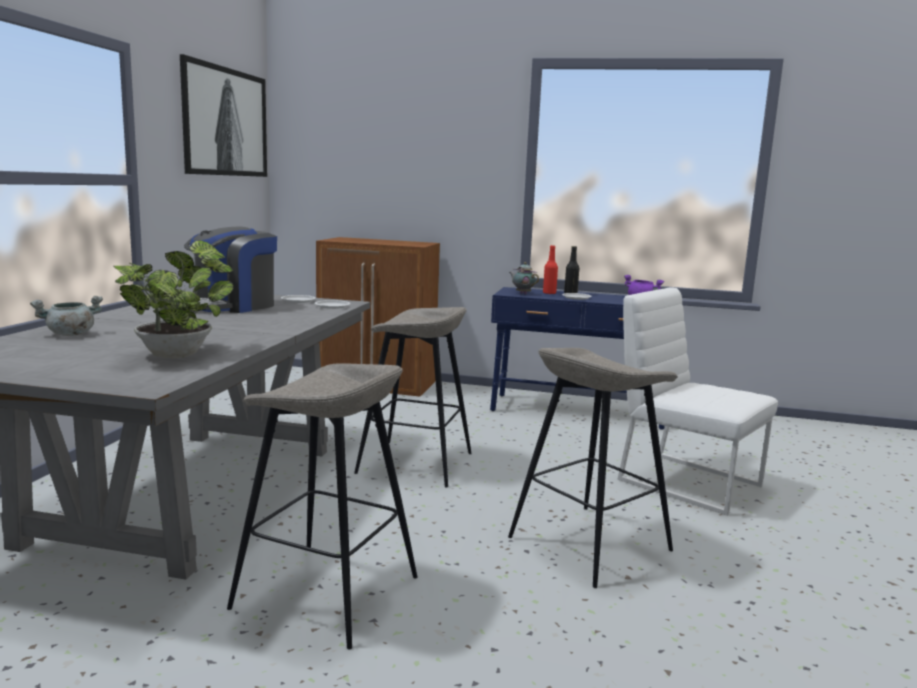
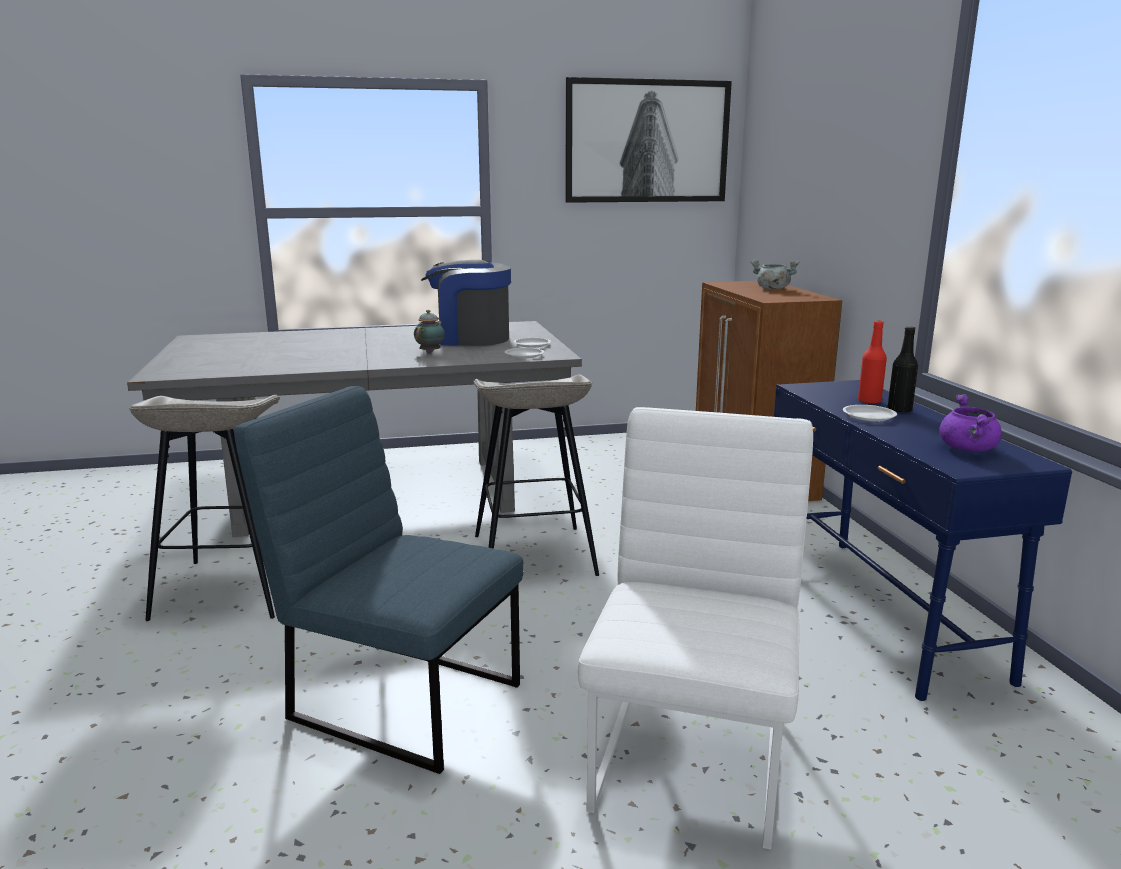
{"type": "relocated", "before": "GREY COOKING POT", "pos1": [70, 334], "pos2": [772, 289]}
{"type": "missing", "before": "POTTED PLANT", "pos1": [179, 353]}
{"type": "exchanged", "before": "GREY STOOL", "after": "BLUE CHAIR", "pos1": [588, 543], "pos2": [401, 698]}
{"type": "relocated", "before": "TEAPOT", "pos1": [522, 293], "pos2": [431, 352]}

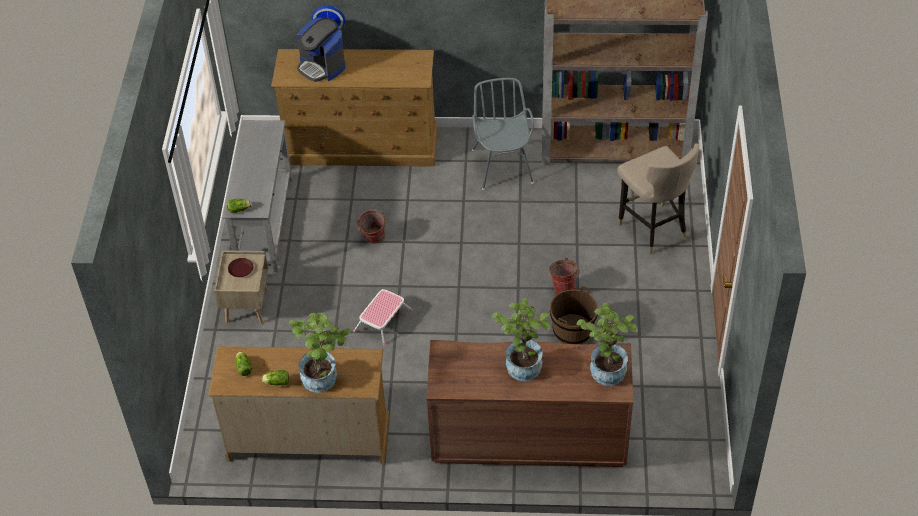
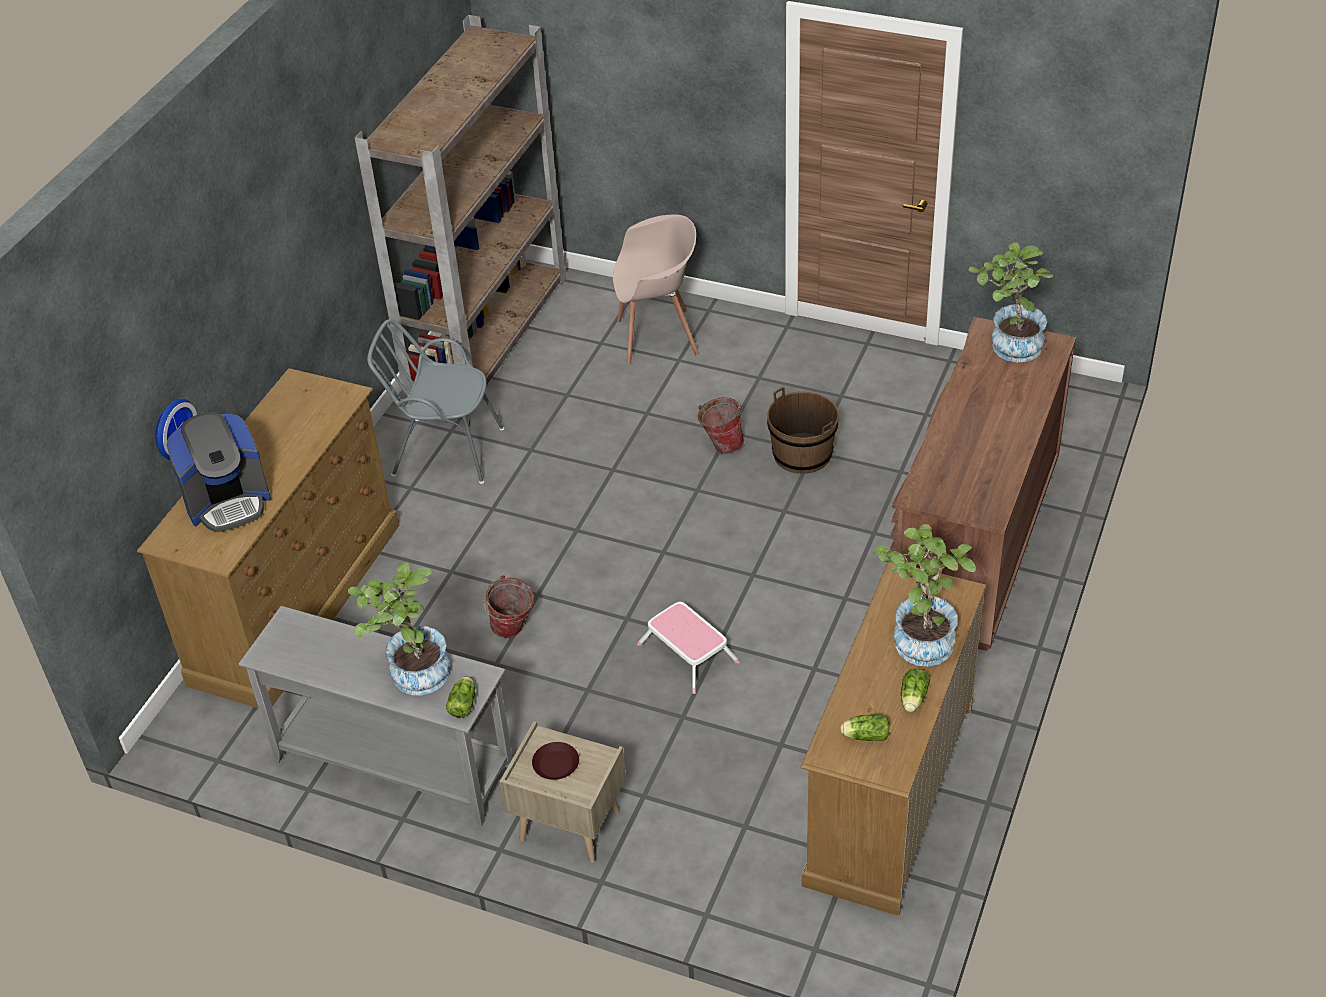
{"type": "relocated", "before": "POTTED PLANT", "pos1": [522, 363], "pos2": [411, 673]}
{"type": "exchanged", "before": "BEIGE STOOL", "after": "BEIGE CHAIR", "pos1": [653, 228], "pos2": [659, 337]}

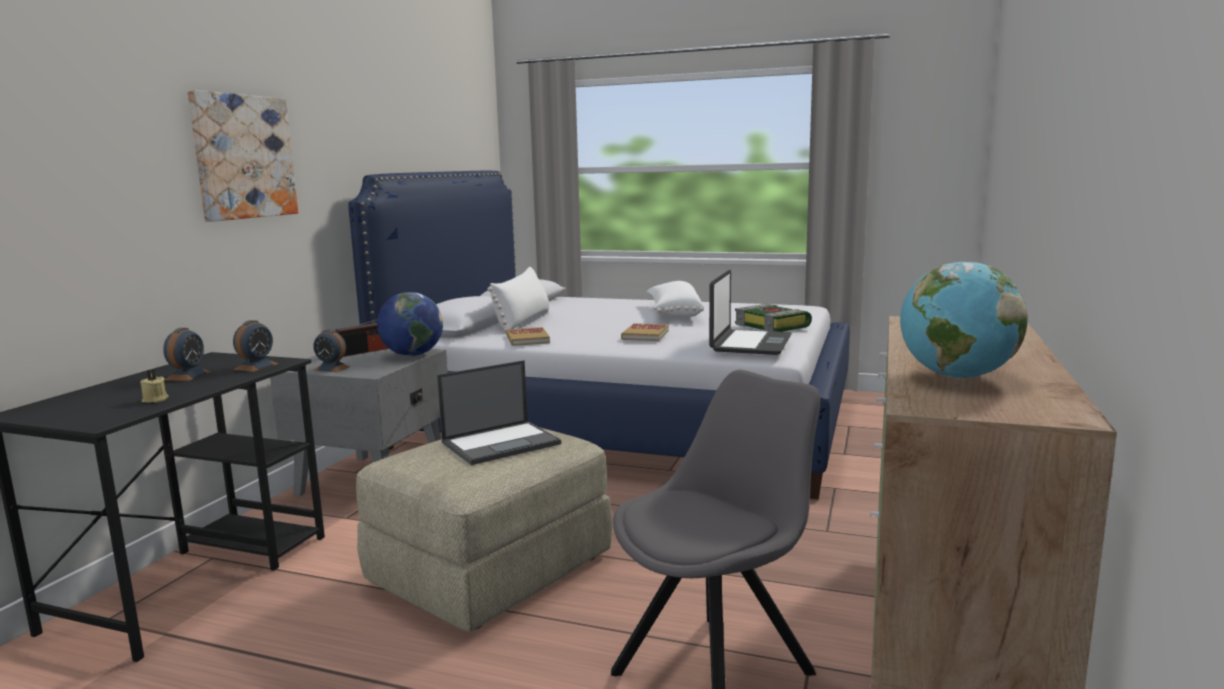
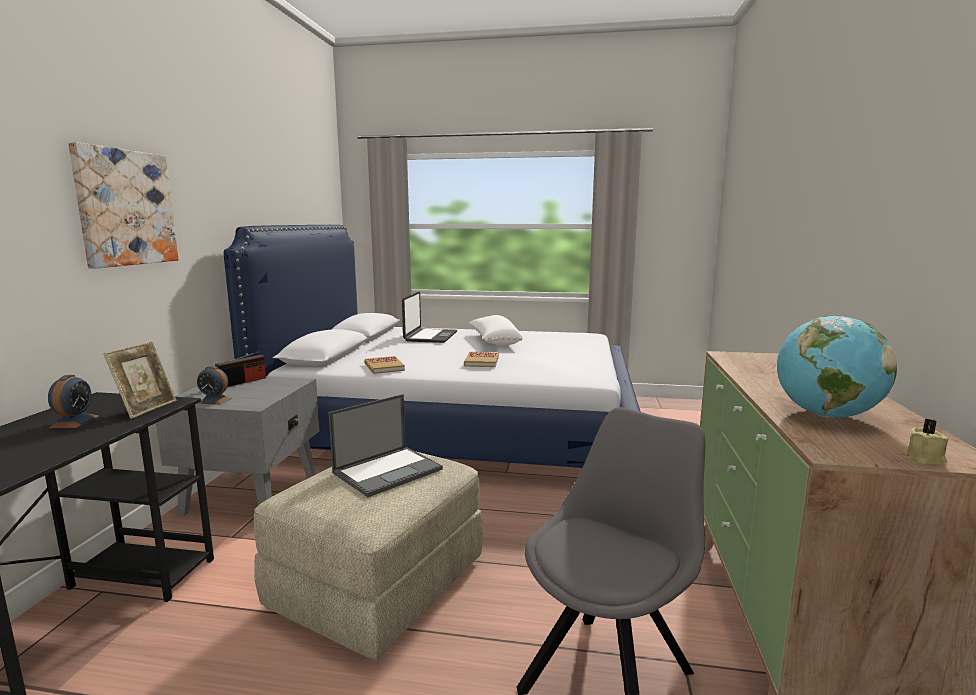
{"type": "relocated", "before": "BEIGE CANDLE", "pos1": [155, 400], "pos2": [926, 459]}
{"type": "exchanged", "before": "ALARM CLOCK", "after": "PICTURE FRAME", "pos1": [256, 366], "pos2": [146, 408]}
{"type": "missing", "before": "GLOBE", "pos1": [412, 355]}
{"type": "missing", "before": "WHITE PILLOW", "pos1": [523, 321]}
{"type": "relocated", "before": "LAPTOP", "pos1": [750, 344], "pos2": [430, 336]}
{"type": "missing", "before": "BOOK", "pos1": [773, 326]}

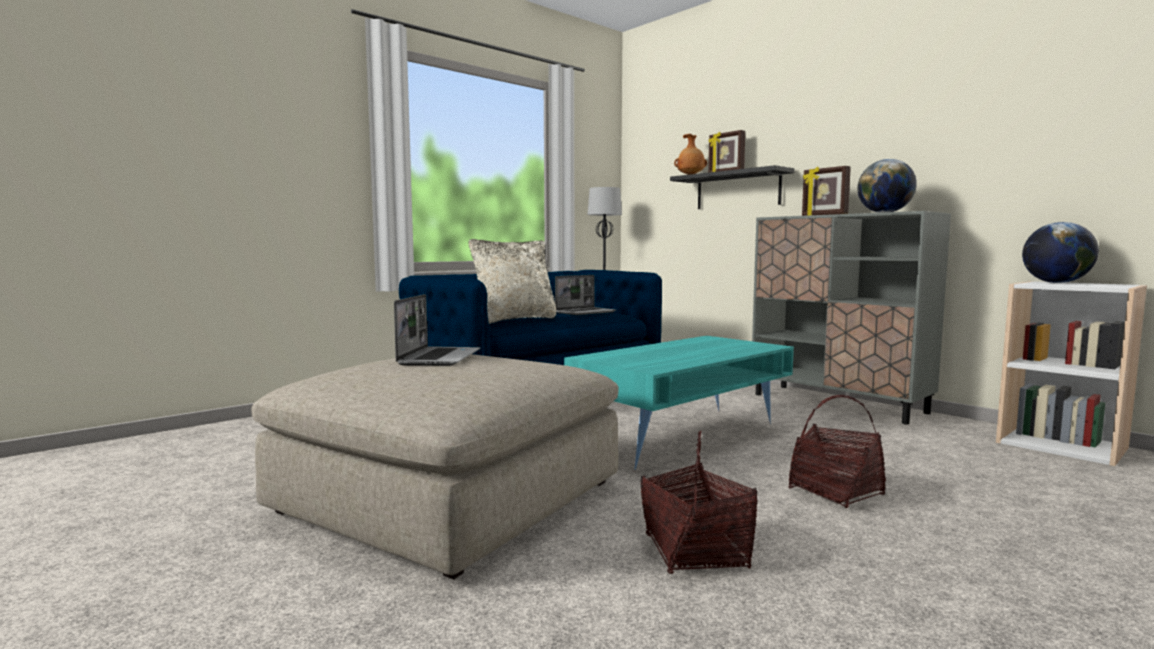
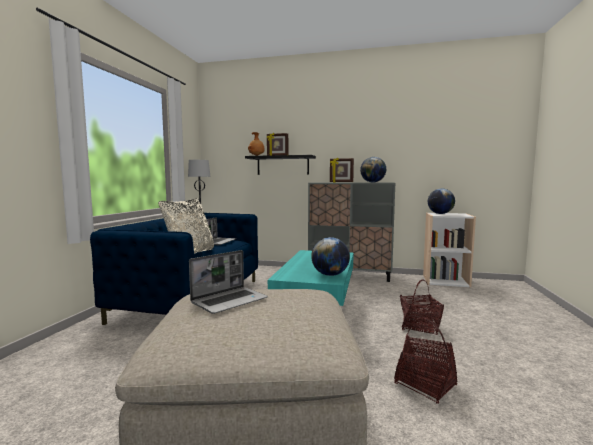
{"type": "spun", "before": "LAPTOP", "pos1": [439, 358], "pos2": [230, 301], "turn": 75}
{"type": "appeared", "after": "GLOBE", "pos2": [330, 275]}

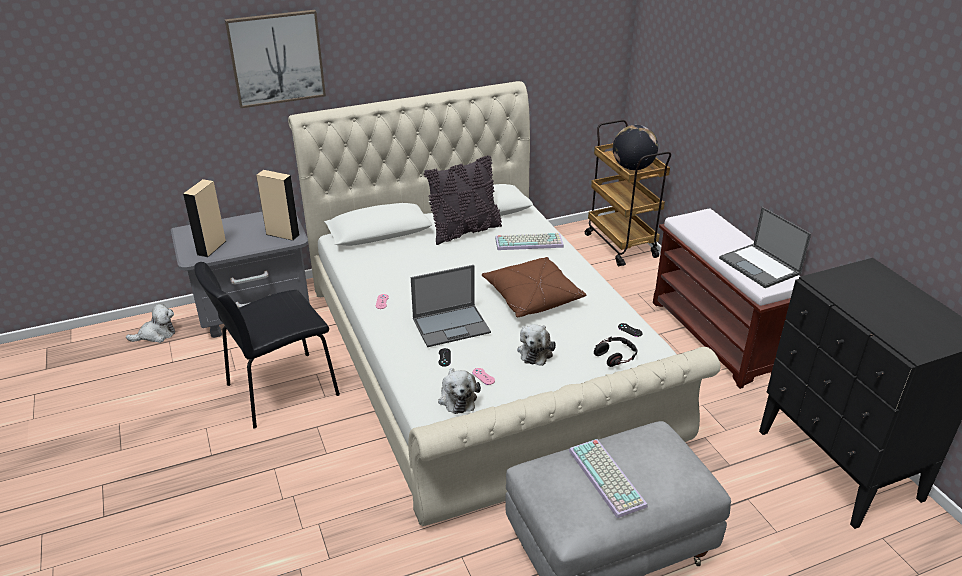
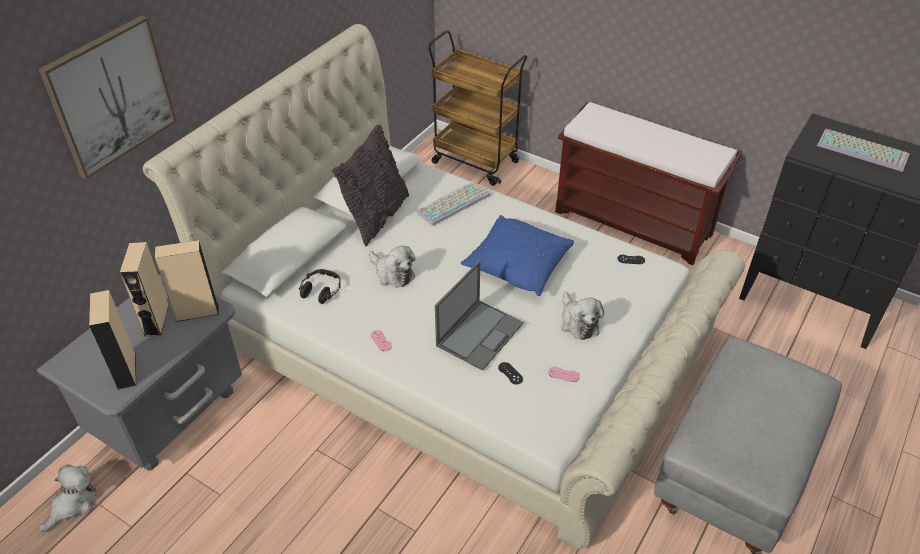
{"type": "missing", "before": "BLACK CHAIR", "pos1": [278, 391]}
{"type": "relocated", "before": "PLUSH TOY", "pos1": [457, 397], "pos2": [393, 273]}
{"type": "colour", "before": "BROWN PILLOW", "after": "BLUE PILLOW", "pos1": [532, 297], "pos2": [517, 265]}
{"type": "relocated", "before": "KEYBOARD", "pos1": [608, 478], "pos2": [863, 150]}
{"type": "relocated", "before": "HEADPHONES", "pos1": [615, 355], "pos2": [321, 289]}
{"type": "missing", "before": "GLOBE", "pos1": [632, 167]}
{"type": "missing", "before": "LAPTOP", "pos1": [760, 266]}
{"type": "appeared", "after": "BEIGE SPEAKER", "pos2": [156, 320]}

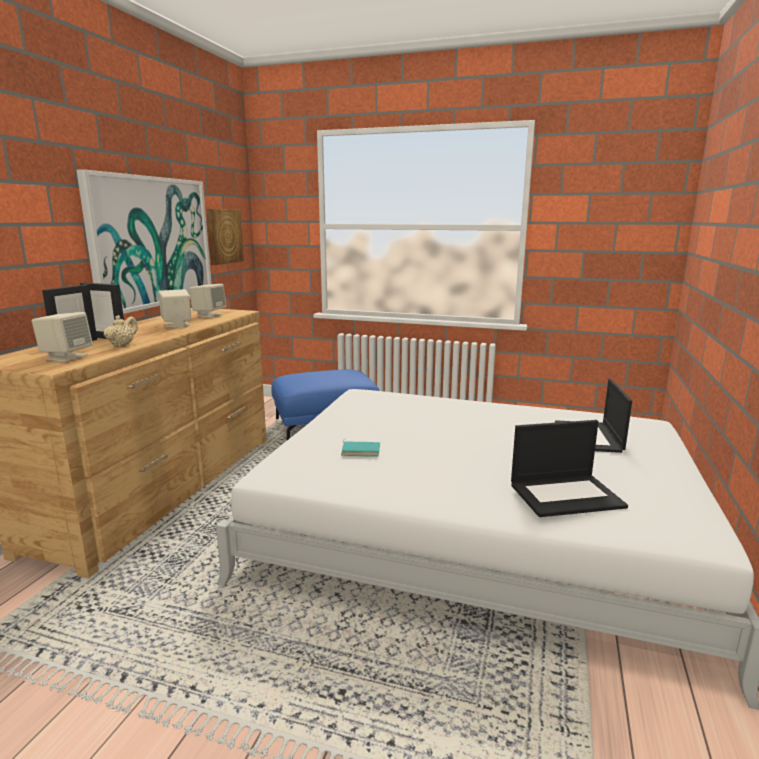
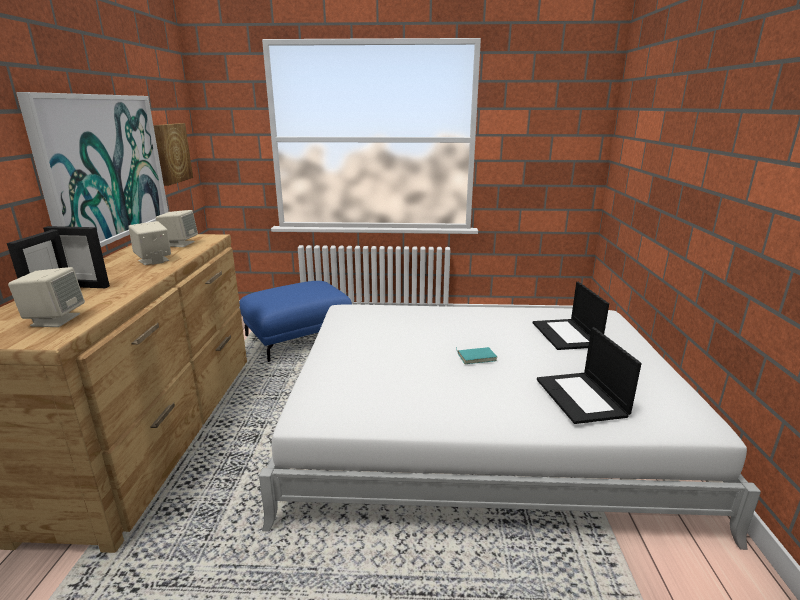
{"type": "missing", "before": "BEIGE TEAPOT", "pos1": [122, 345]}
{"type": "relocated", "before": "TURQUOISE BOOK", "pos1": [361, 450], "pos2": [476, 357]}
{"type": "spun", "before": "LAPTOP", "pos1": [566, 495], "pos2": [582, 398], "turn": 105}

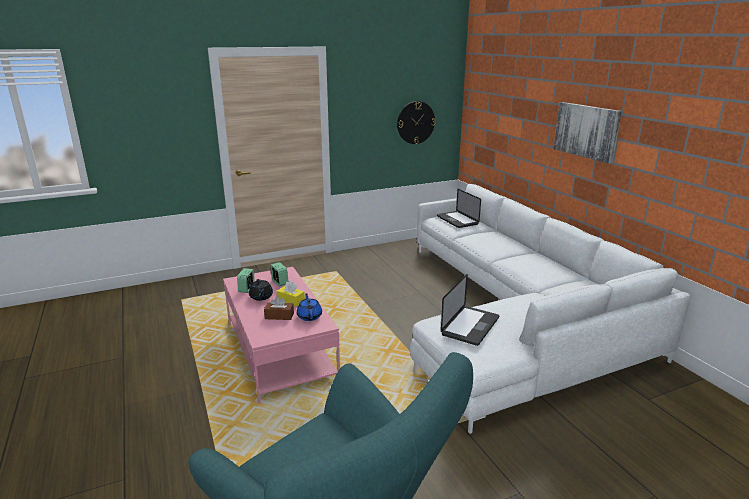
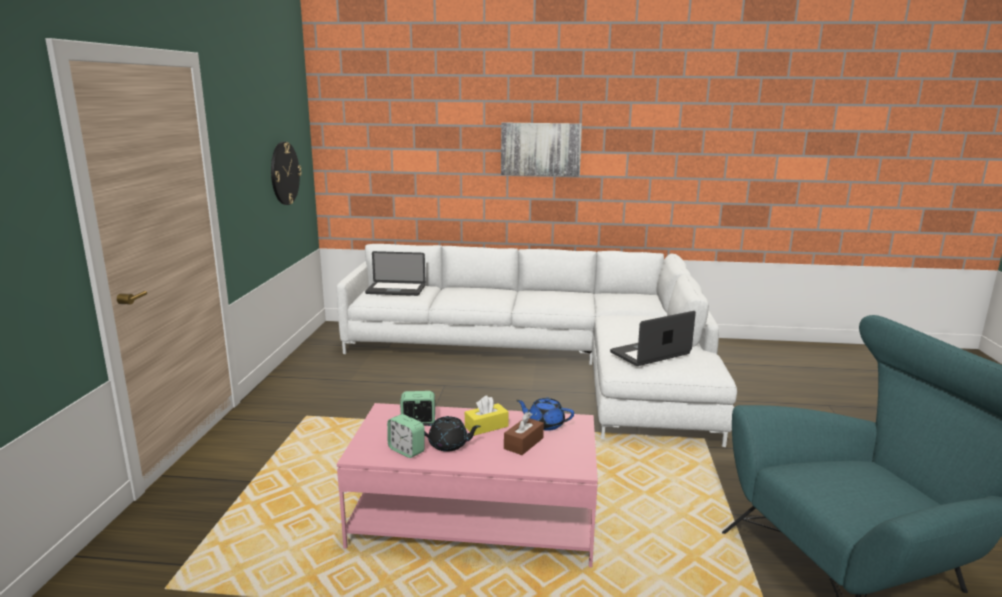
{"type": "spun", "before": "LAPTOP", "pos1": [470, 326], "pos2": [650, 353], "turn": -90}

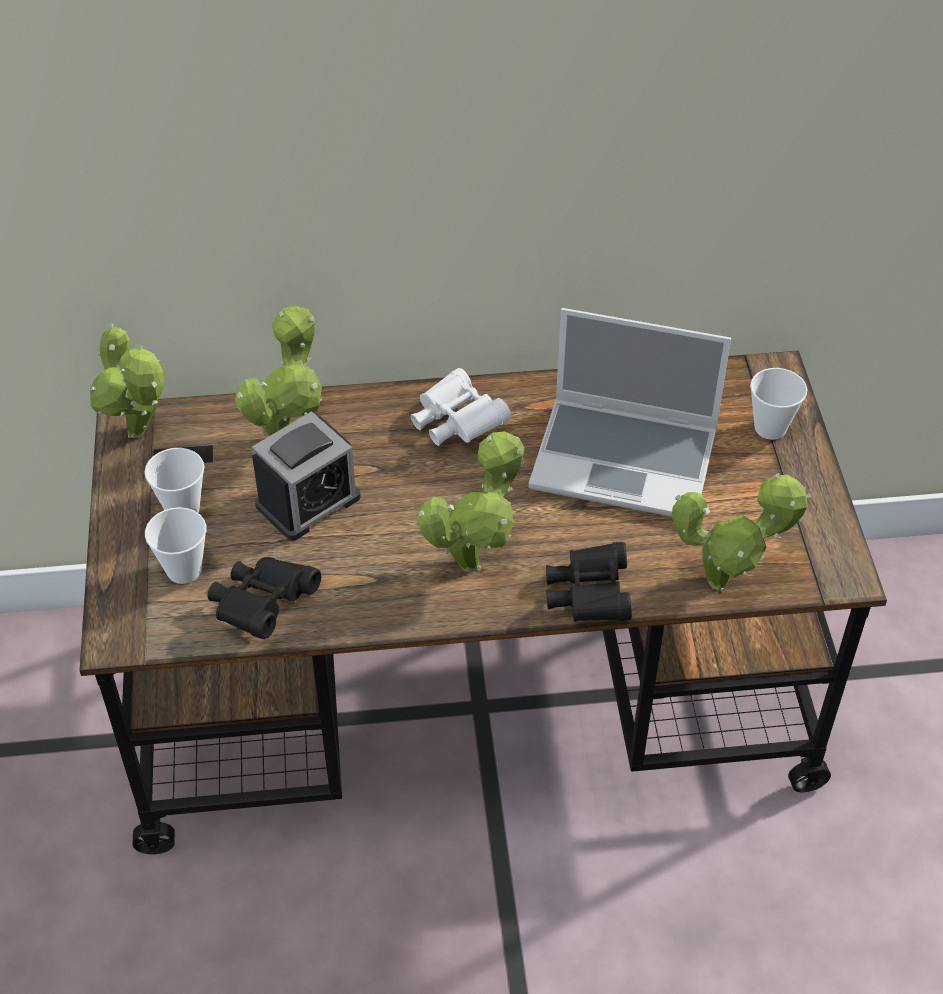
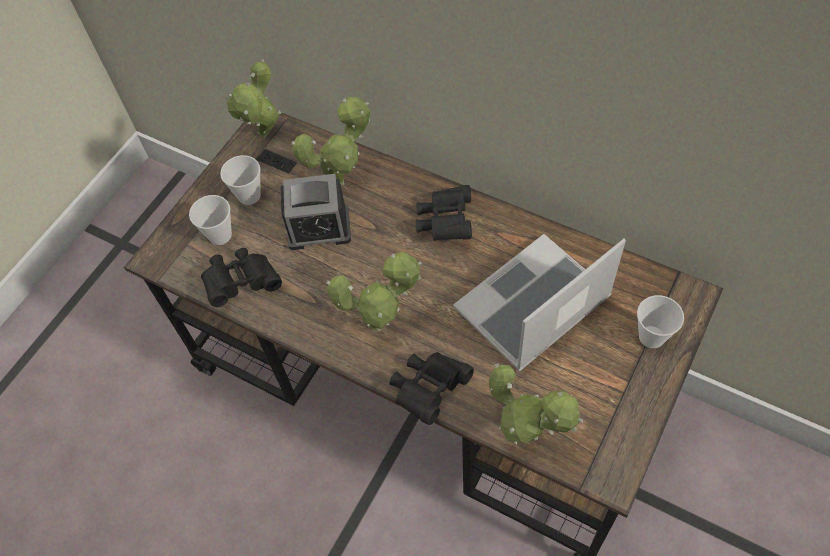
{"type": "colour", "before": "WHITE BINOCULARS", "after": "BLACK BINOCULARS", "pos1": [456, 423], "pos2": [445, 222]}
{"type": "spun", "before": "LAPTOP", "pos1": [626, 460], "pos2": [532, 306], "turn": 90}

